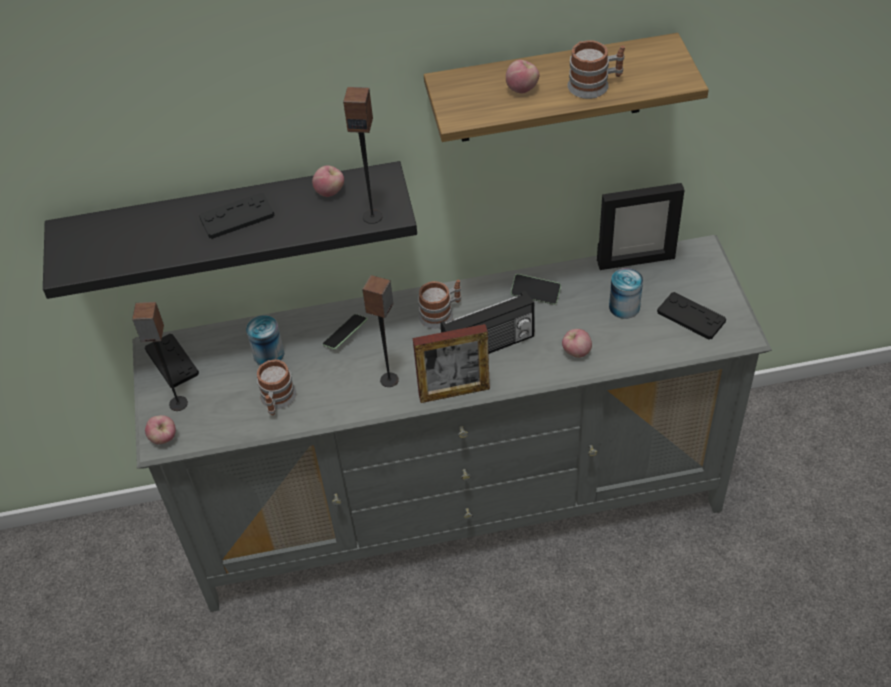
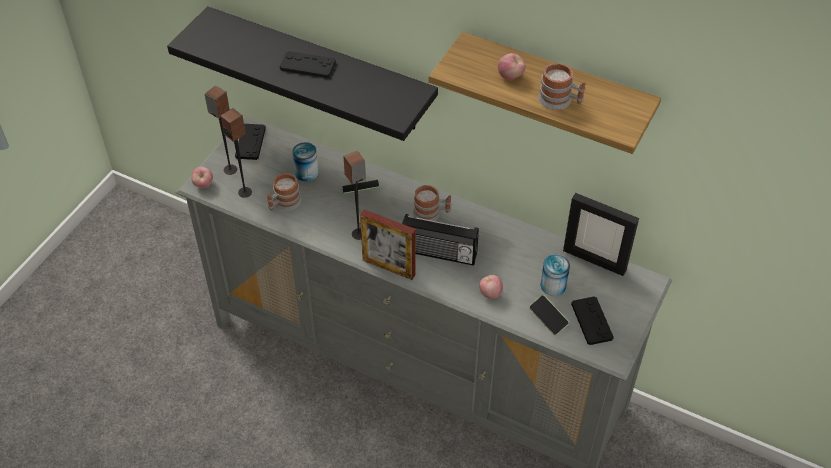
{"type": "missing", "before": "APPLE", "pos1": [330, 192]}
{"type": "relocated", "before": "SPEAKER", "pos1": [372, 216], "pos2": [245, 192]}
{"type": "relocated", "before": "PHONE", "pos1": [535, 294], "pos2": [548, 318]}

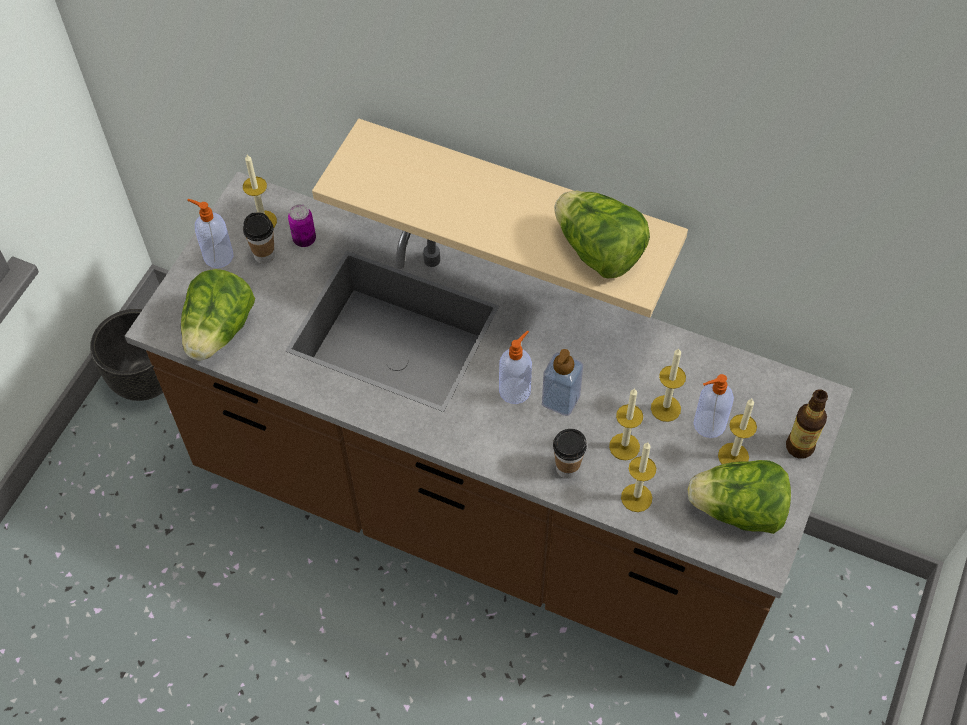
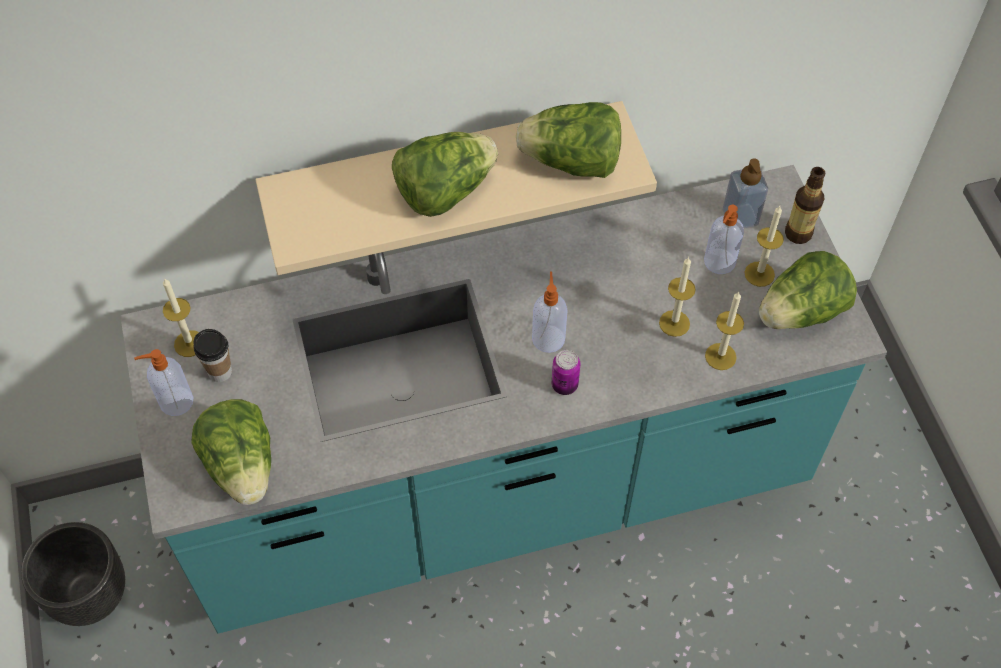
{"type": "colour", "before": "BROWN COUNTER", "after": "TURQUOISE COUNTER", "pos1": [485, 514], "pos2": [500, 491]}
{"type": "relocated", "before": "CAN", "pos1": [304, 239], "pos2": [564, 385]}
{"type": "relocated", "before": "SOAP DISPENSER", "pos1": [560, 400], "pos2": [740, 217]}
{"type": "missing", "before": "CUP", "pos1": [567, 468]}
{"type": "missing", "before": "CANDLE", "pos1": [665, 408]}
{"type": "appeared", "after": "LETTUCE", "pos2": [445, 191]}

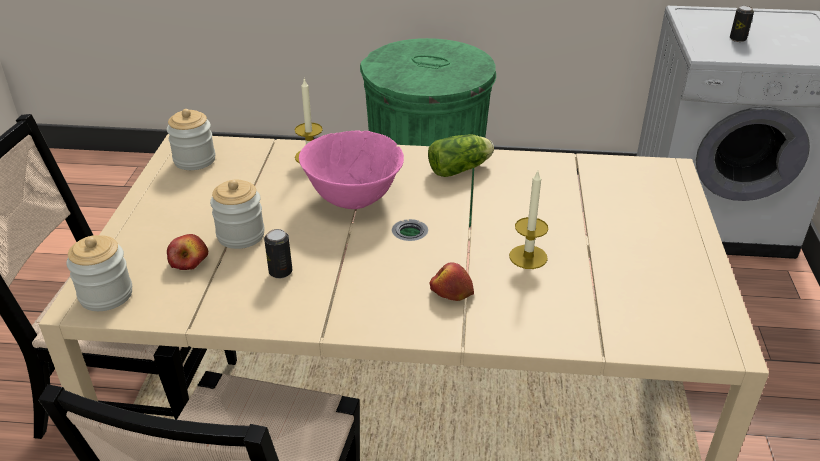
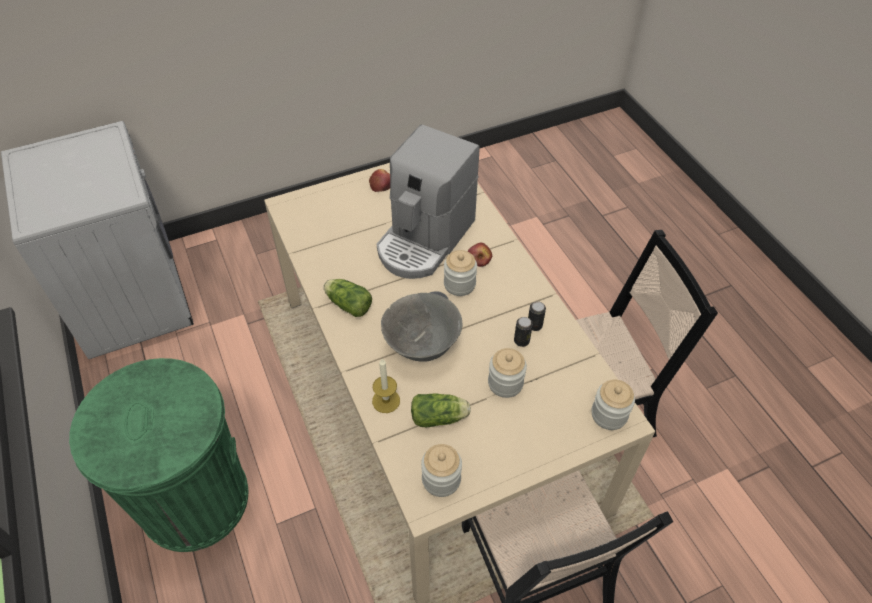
{"type": "relocated", "before": "APPLE", "pos1": [189, 261], "pos2": [381, 184]}
{"type": "colour", "before": "PINK BOWL", "after": "GREY BOWL", "pos1": [352, 198], "pos2": [422, 346]}
{"type": "exchanged", "before": "CANDLE", "after": "COFFEE MACHINE", "pos1": [528, 257], "pos2": [424, 239]}
{"type": "relocated", "before": "CAN", "pos1": [737, 39], "pos2": [534, 325]}
{"type": "appeared", "after": "LETTUCE", "pos2": [440, 417]}
{"type": "appeared", "after": "JAR", "pos2": [459, 284]}

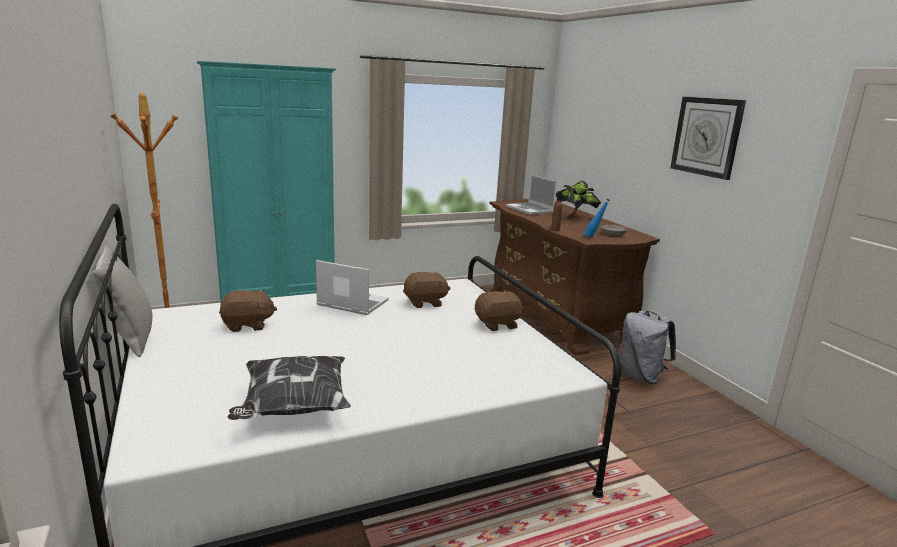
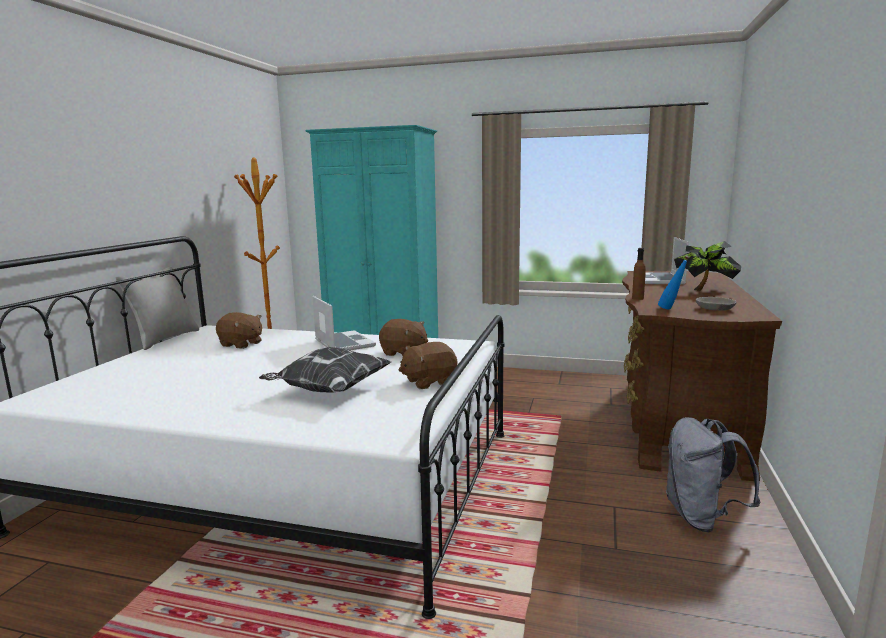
{"type": "relocated", "before": "PILLOW", "pos1": [293, 408], "pos2": [328, 391]}
{"type": "spun", "before": "BROWN PLUSH TOY", "pos1": [497, 324], "pos2": [429, 382], "turn": 135}
{"type": "missing", "before": "WALL CLOCK", "pos1": [707, 136]}

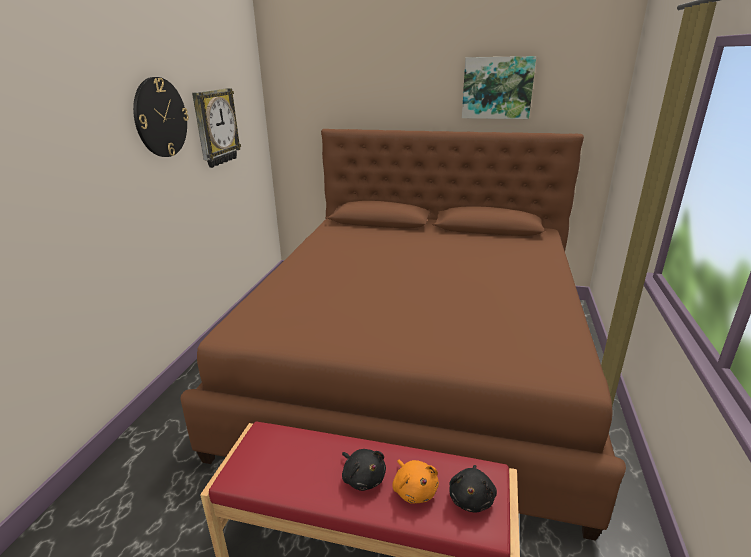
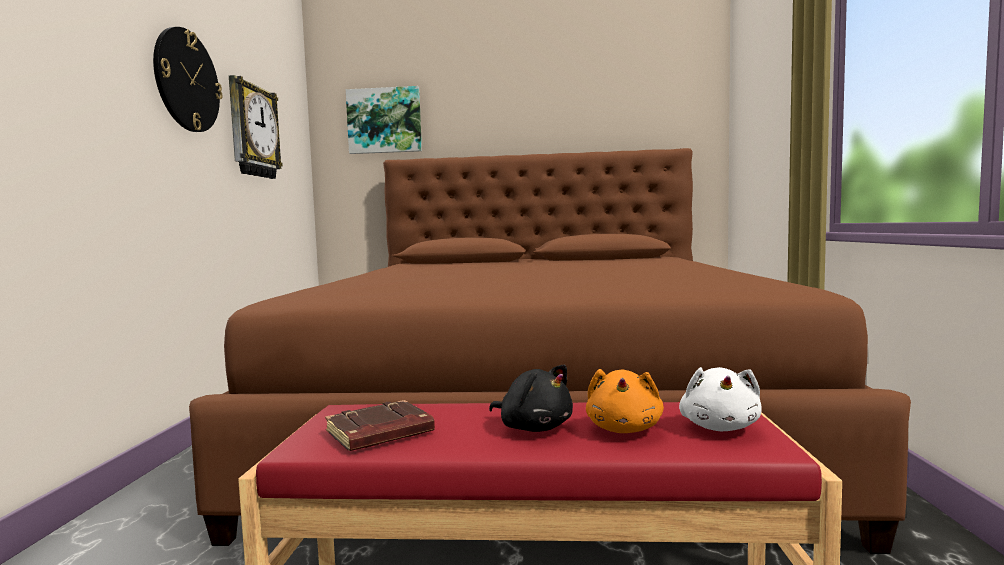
{"type": "spun", "before": "ORANGE PLUSH TOY", "pos1": [414, 489], "pos2": [624, 429], "turn": 45}
{"type": "colour", "before": "BLACK PLUSH TOY", "after": "WHITE PLUSH TOY", "pos1": [471, 498], "pos2": [719, 427]}
{"type": "relocated", "before": "PICTURE", "pos1": [497, 88], "pos2": [384, 121]}
{"type": "appeared", "after": "BROWN BOOK", "pos2": [379, 434]}

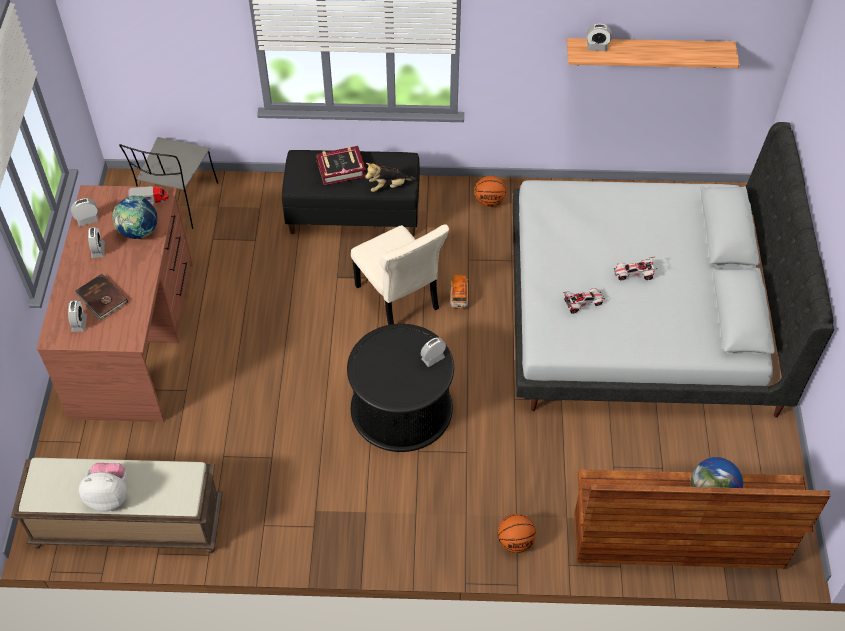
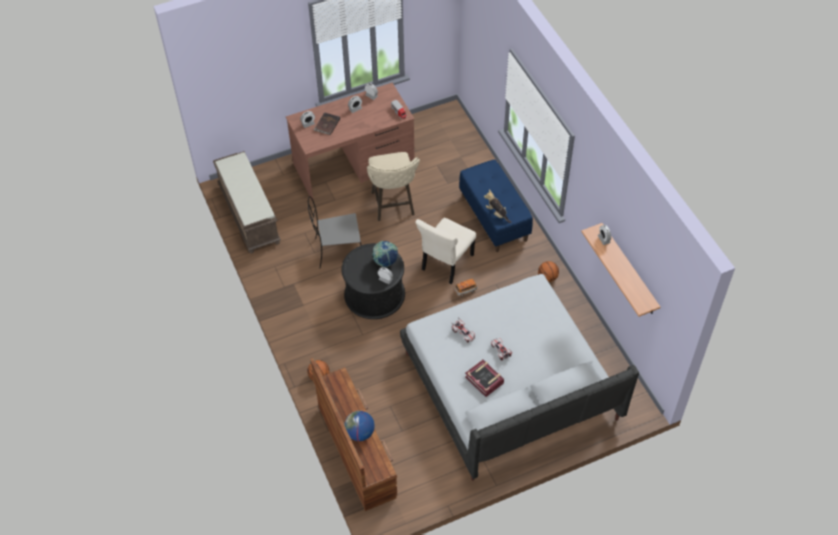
{"type": "missing", "before": "PLUSH TOY", "pos1": [109, 496]}
{"type": "relocated", "before": "GLOBE", "pos1": [139, 232], "pos2": [385, 261]}
{"type": "relocated", "before": "GREY CHAIR", "pos1": [178, 201], "pos2": [337, 251]}
{"type": "colour", "before": "BLACK BENCH", "after": "BLUE BENCH", "pos1": [354, 214], "pos2": [494, 218]}
{"type": "relocated", "before": "BOOK", "pos1": [341, 169], "pos2": [484, 380]}
{"type": "appeared", "after": "BEIGE STOOL", "pos2": [393, 205]}

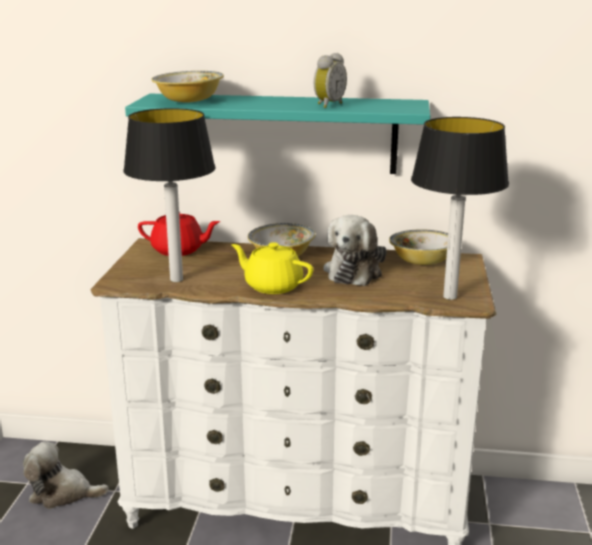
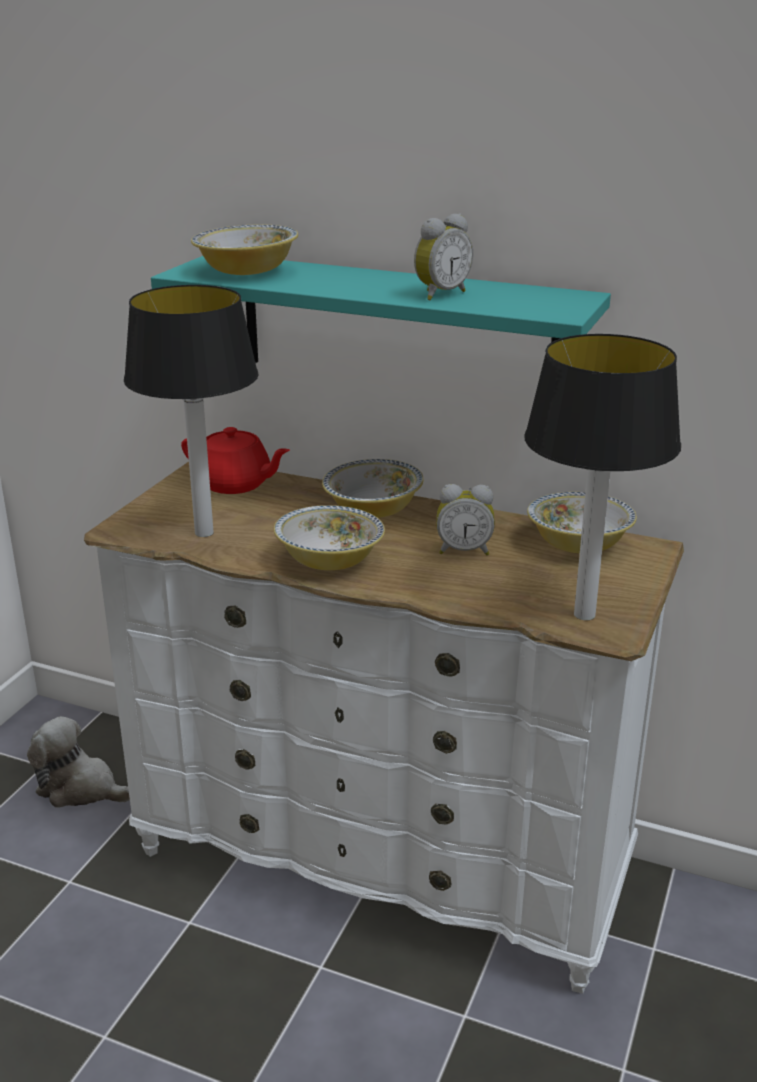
{"type": "exchanged", "before": "YELLOW TEAPOT", "after": "BOWL", "pos1": [272, 286], "pos2": [330, 561]}
{"type": "exchanged", "before": "PLUSH TOY", "after": "ALARM CLOCK", "pos1": [354, 271], "pos2": [464, 550]}

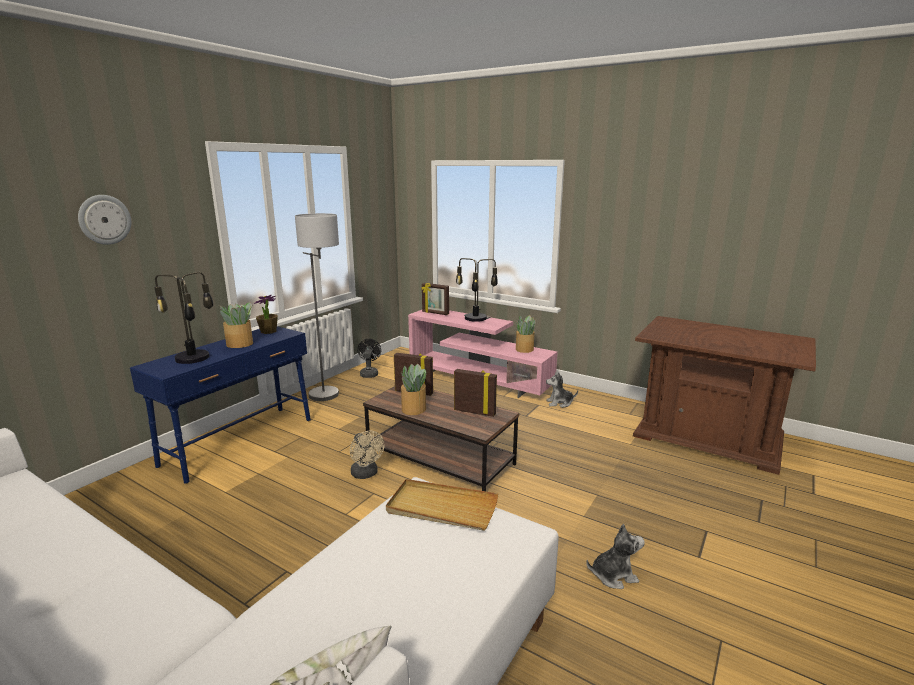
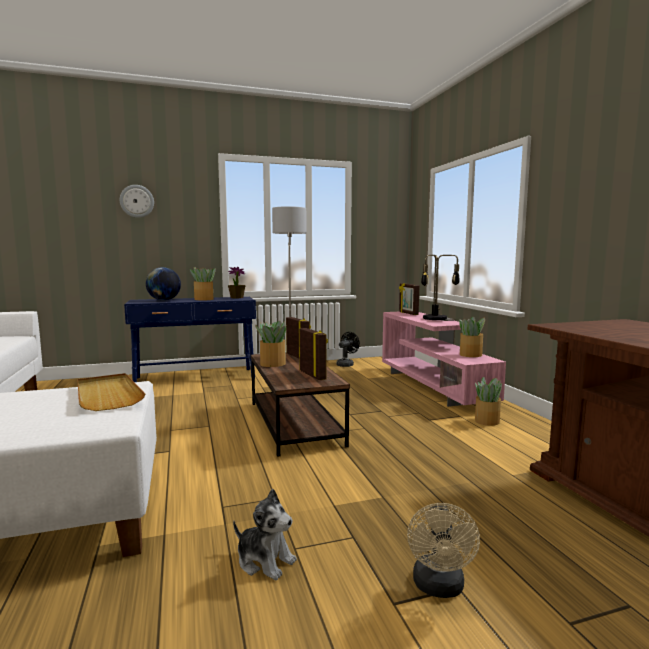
{"type": "exchanged", "before": "TABLE LAMP", "after": "GLOBE", "pos1": [193, 358], "pos2": [164, 300]}
{"type": "relocated", "before": "BEIGE FAN", "pos1": [366, 474], "pos2": [439, 588]}
{"type": "exchanged", "before": "PLUSH TOY", "after": "POTTED PLANT", "pos1": [559, 403], "pos2": [487, 421]}

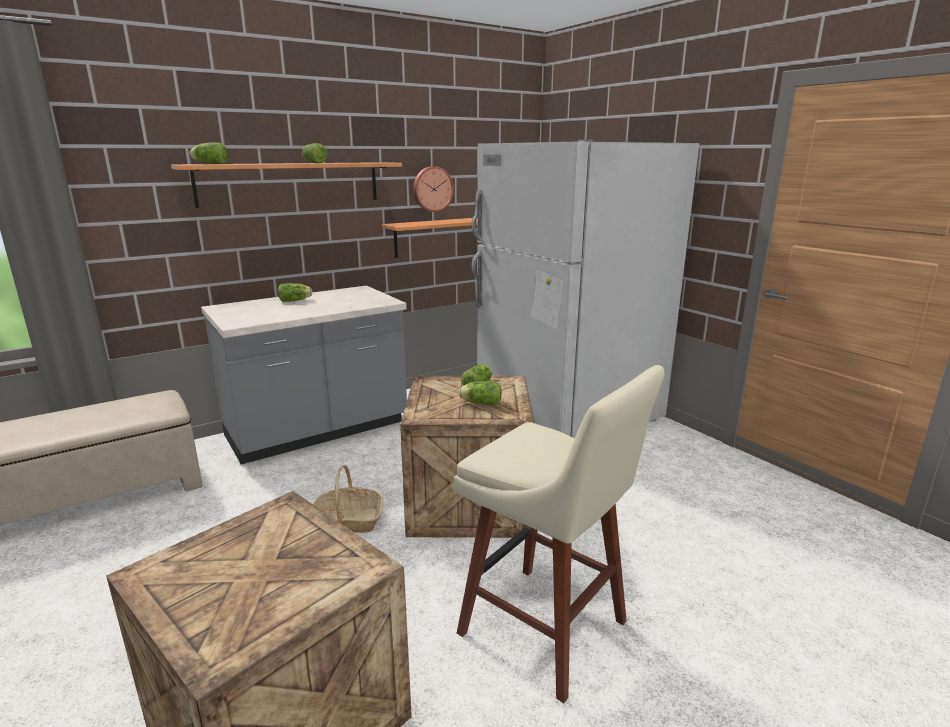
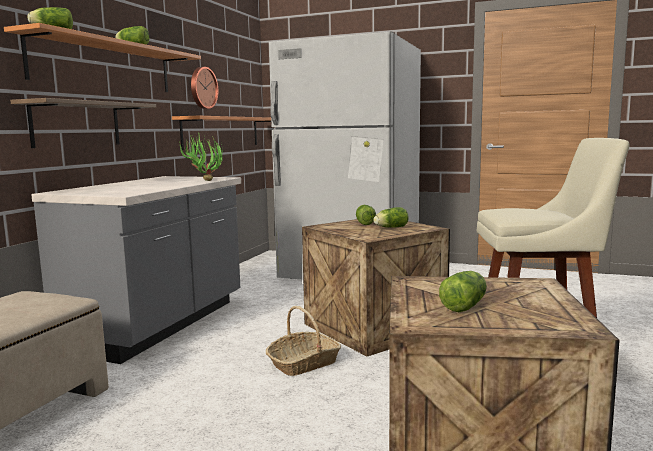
{"type": "relocated", "before": "LETTUCE", "pos1": [296, 300], "pos2": [466, 305]}
{"type": "appeared", "after": "SHELF", "pos2": [76, 124]}
{"type": "appeared", "after": "POTTED PLANT", "pos2": [204, 180]}

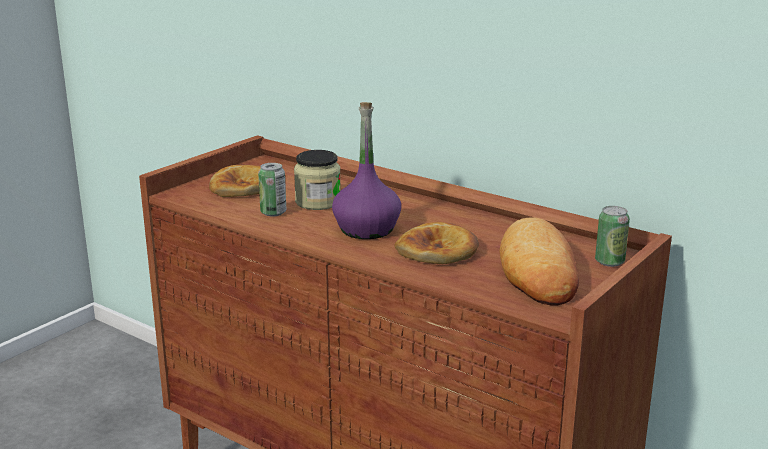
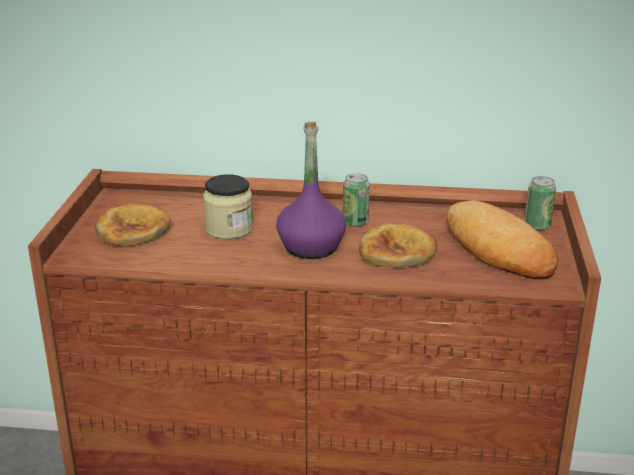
{"type": "relocated", "before": "CAN", "pos1": [273, 212], "pos2": [355, 222]}

